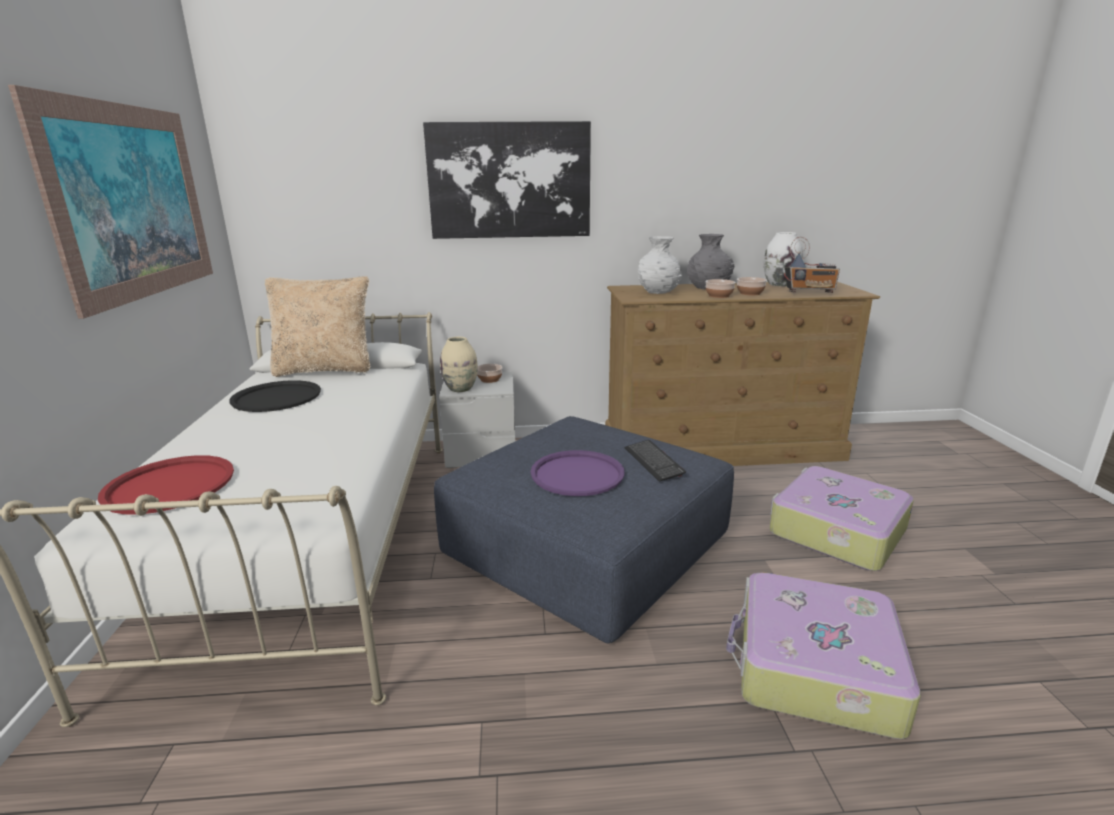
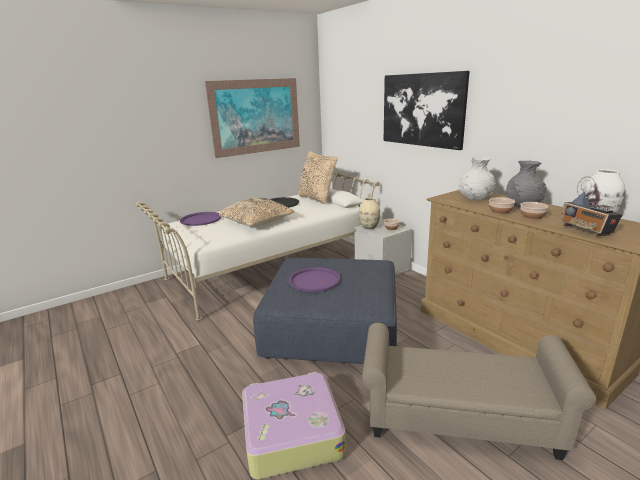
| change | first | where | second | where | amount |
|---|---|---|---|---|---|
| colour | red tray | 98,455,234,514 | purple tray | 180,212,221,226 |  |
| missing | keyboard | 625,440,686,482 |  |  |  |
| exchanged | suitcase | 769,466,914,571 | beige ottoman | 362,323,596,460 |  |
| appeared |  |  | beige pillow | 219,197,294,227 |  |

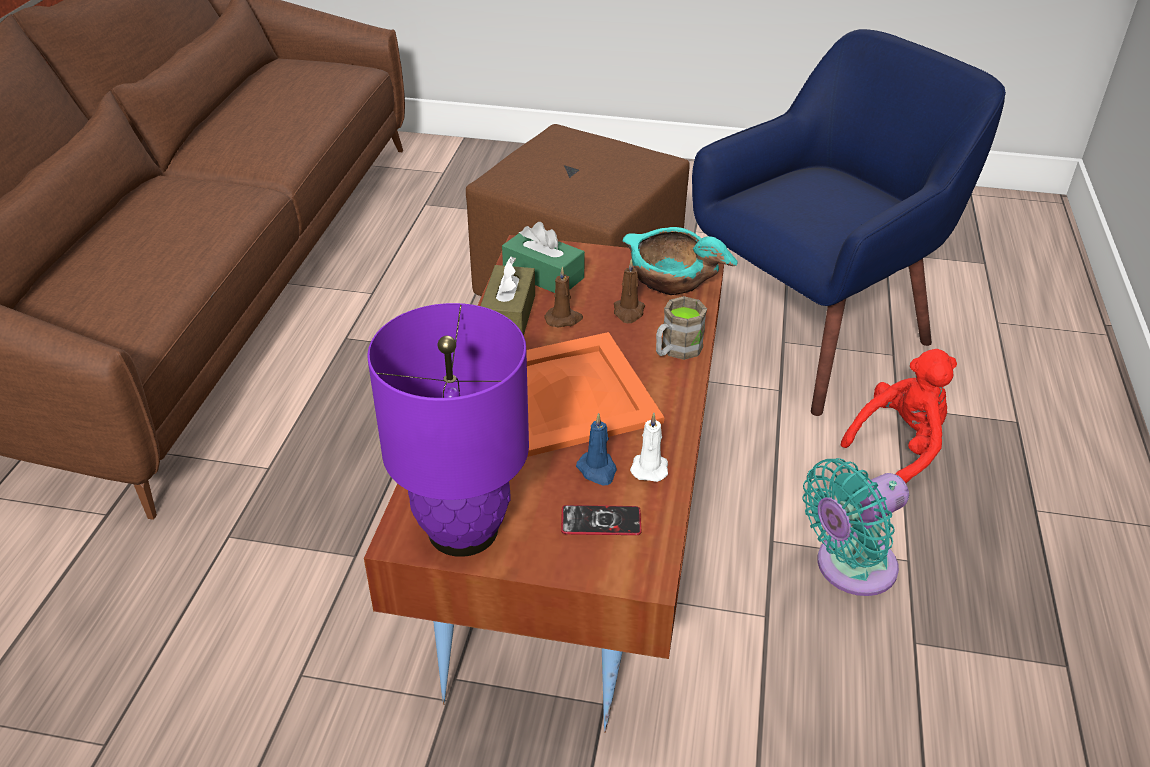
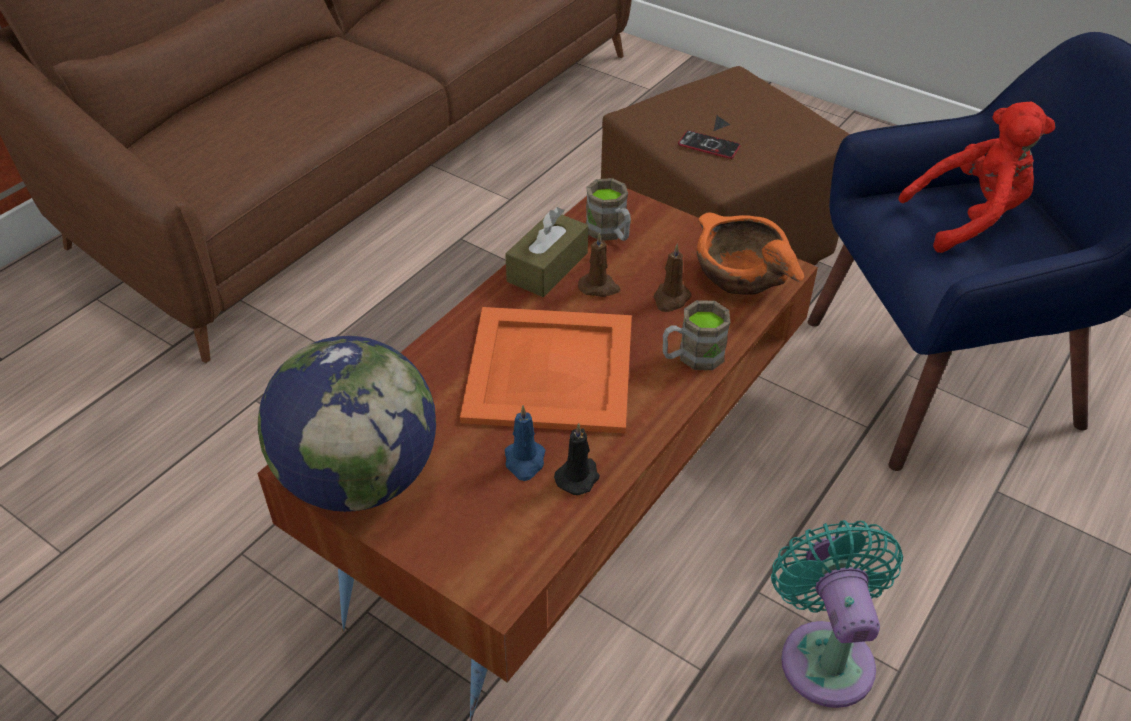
| change | first | where | second | where | amount |
|---|---|---|---|---|---|
| exchanged | purple table lamp | 367,303,529,557 | globe | 258,336,436,512 |  |
| exchanged | green tissue box | 502,222,585,293 | brown mug | 586,178,631,241 |  |
| relocated | phone | 561,505,641,535 |  | 678,131,741,159 |  |
| colour | turquoise bowl | 622,227,738,295 | orange bowl | 697,212,804,294 |  |
| colour | white candle | 630,413,668,482 | black candle | 554,423,600,495 |  |
| spun | turquoise fan | 802,458,909,596 |  | 771,520,903,708 | 90 degrees clockwise |
| relocated | red plush toy | 841,349,957,483 |  | 898,102,1055,253 |  |

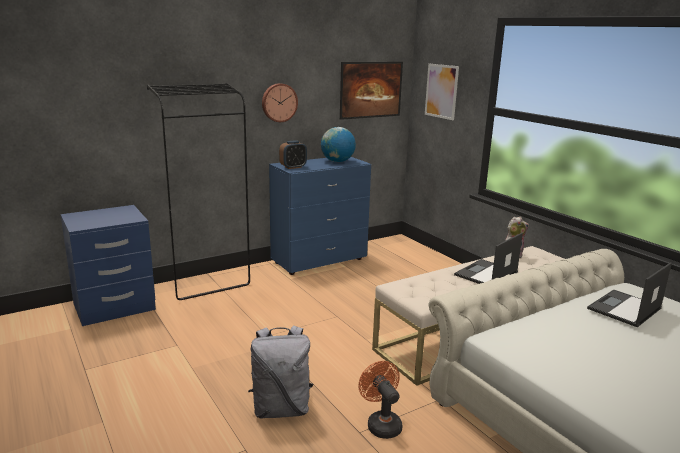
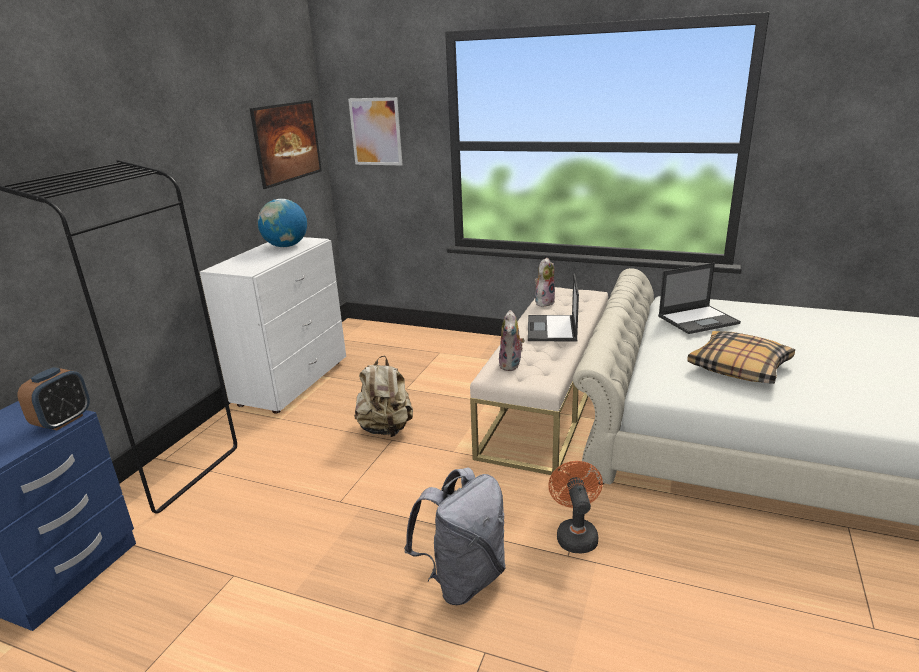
| change | first | where | second | where | amount |
|---|---|---|---|---|---|
| missing | wall clock | 262,83,298,122 |  |  |  |
| colour | blue dresser | 269,157,371,275 | white dresser | 199,237,346,414 |  |
| relocated | alarm clock | 279,141,307,169 |  | 18,367,90,430 |  |
| spun | orange fan | 358,361,402,439 |  | 548,461,603,553 | 60 degrees clockwise |
| spun | laptop | 587,262,672,327 |  | 658,263,741,334 | 120 degrees counterclockwise |
| appeared |  |  | beige backpack | 354,356,413,437 |  |
| appeared |  |  | plush toy | 499,310,525,371 |  |
| appeared |  |  | pillow | 687,331,795,384 |  |

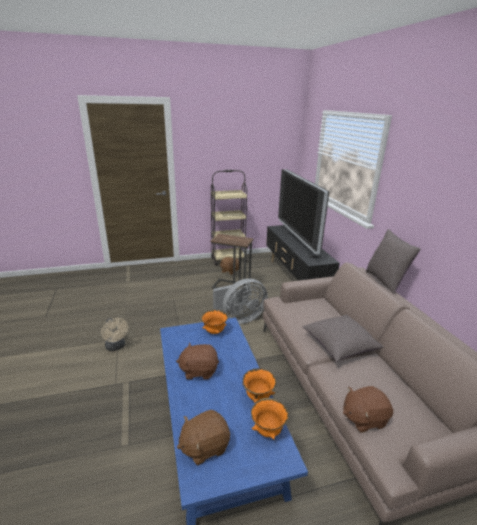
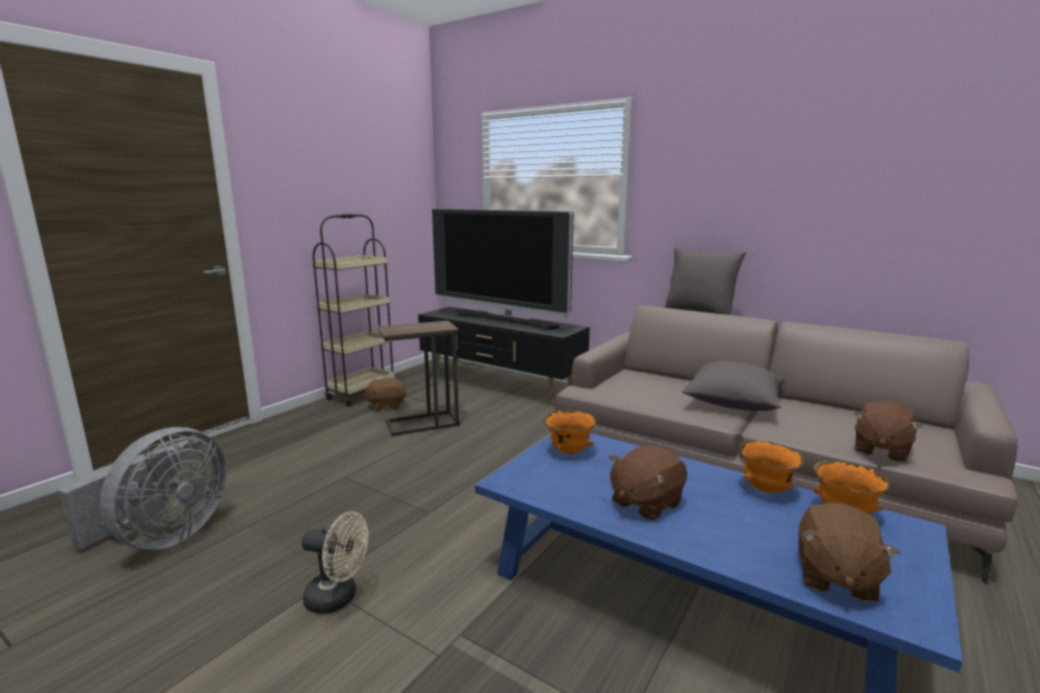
| change | first | where | second | where | amount |
|---|---|---|---|---|---|
| relocated | grey fan | 213,278,268,324 |  | 59,427,227,550 |  |

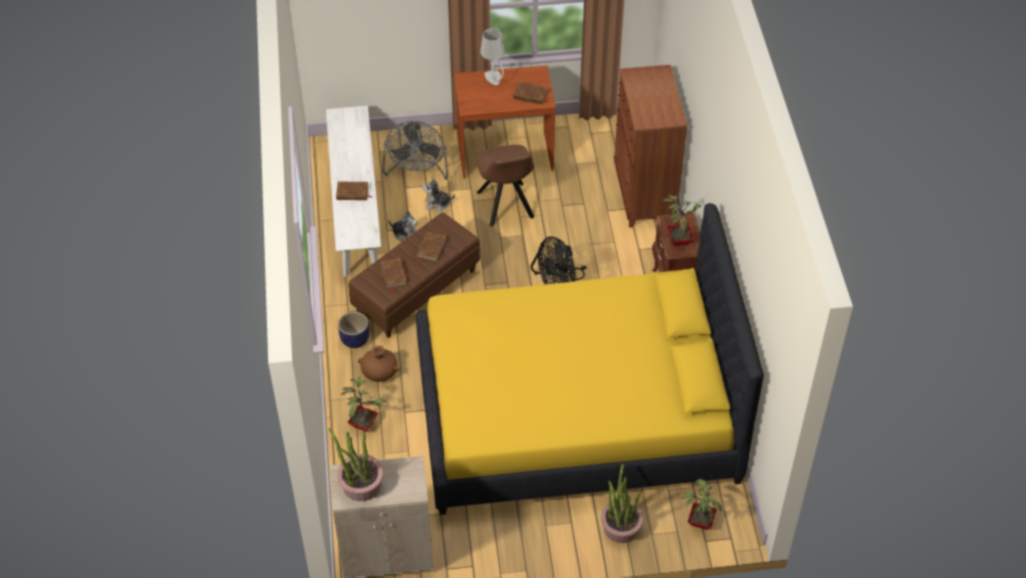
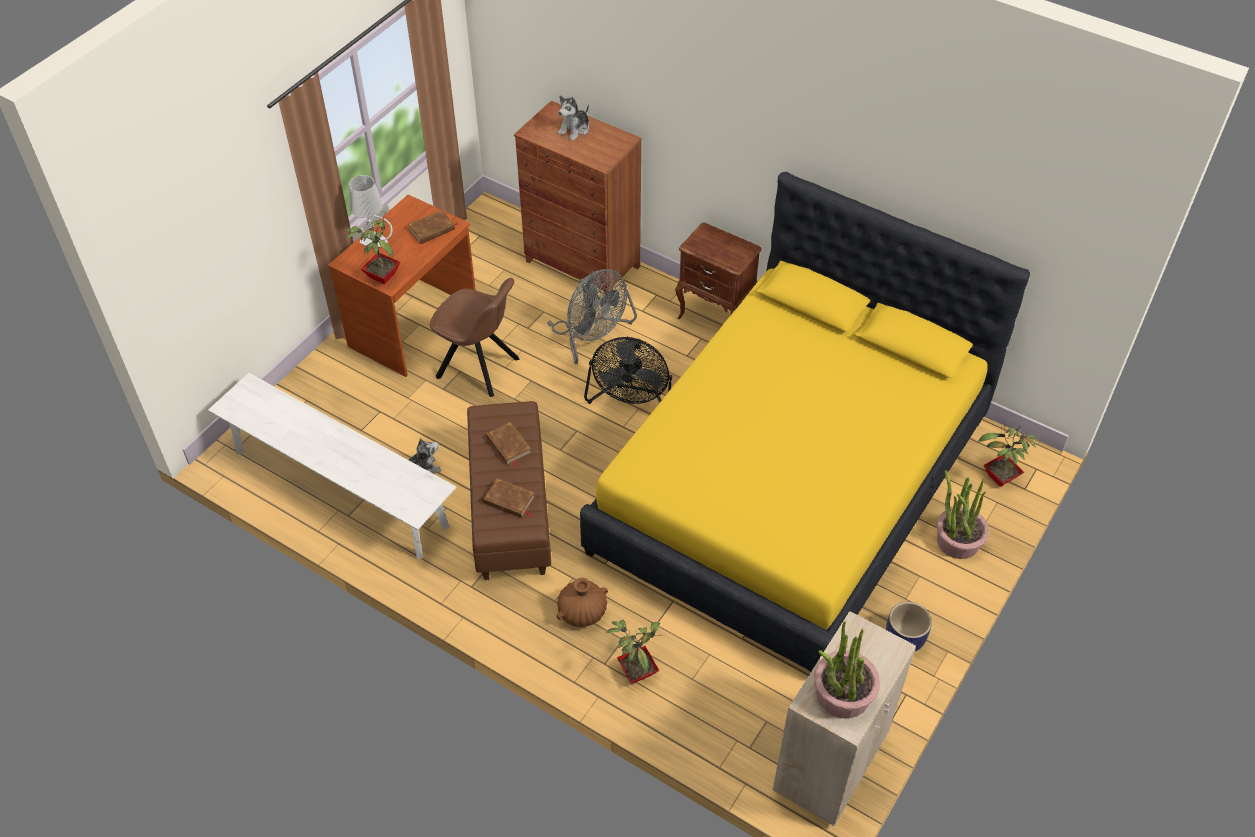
| change | first | where | second | where | amount |
|---|---|---|---|---|---|
| missing | brown book | 336,182,373,200 |  |  |  |
| relocated | planter | 338,312,369,348 |  | 886,602,932,651 |  |
| relocated | grey fan | 382,120,448,180 |  | 547,269,637,364 |  |
| relocated | plush toy | 422,177,455,212 |  | 558,95,589,141 |  |
| relocated | potted plant | 662,195,702,246 |  | 346,212,401,284 |  |

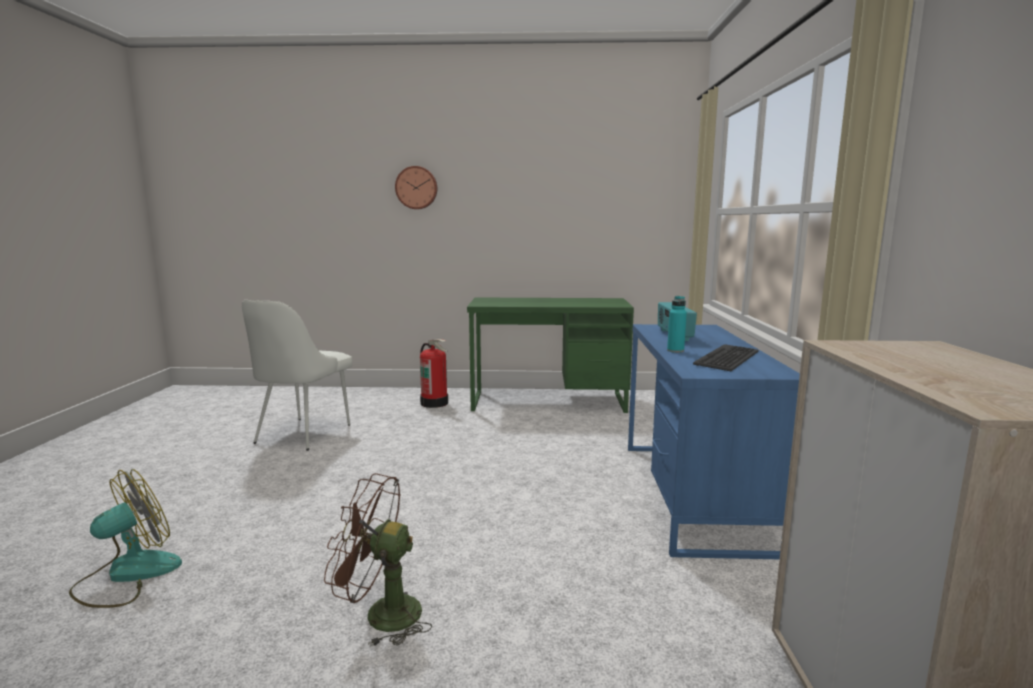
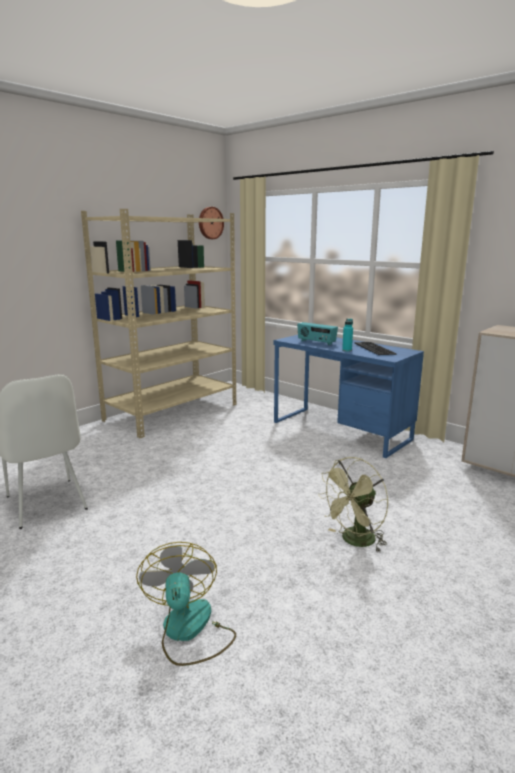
| change | first | where | second | where | amount |
|---|---|---|---|---|---|
| colour | brown fan | 324,473,432,647 | green fan | 318,457,388,552 |  |
| relocated | wall clock | 395,166,437,209 |  | 199,207,224,239 |  |
| missing | fire extinguisher | 420,339,448,408 |  |  |  |
| exchanged | green desk | 467,298,634,413 | beige bookcase | 81,209,236,438 |  |

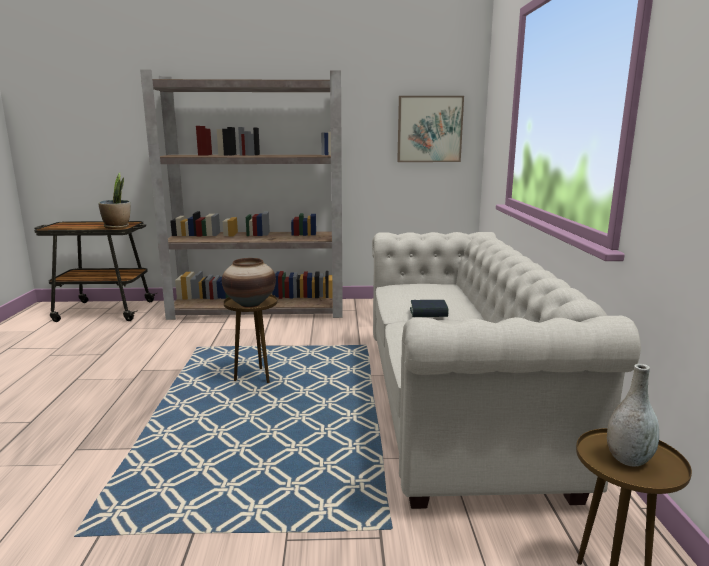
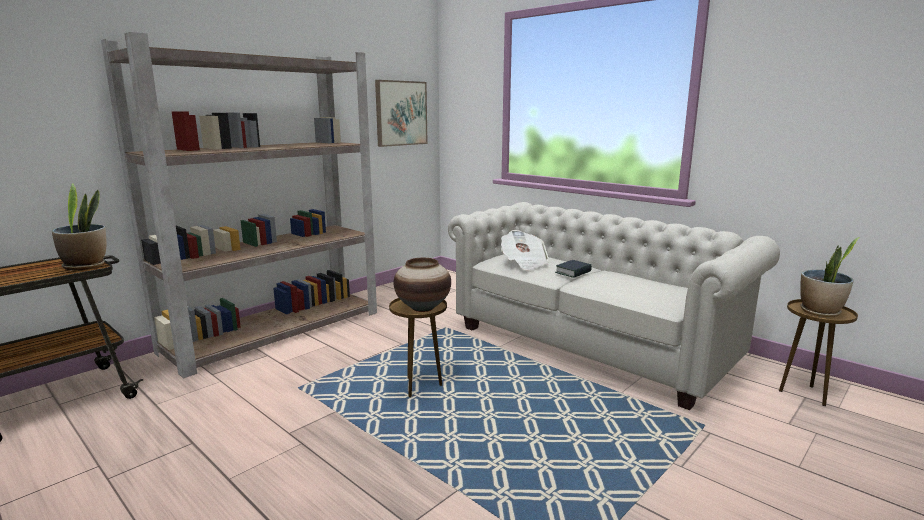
| change | first | where | second | where | amount |
|---|---|---|---|---|---|
| exchanged | grey vase | 607,364,659,467 | potted plant | 800,237,860,317 |  |
| appeared |  |  | newspaper | 501,230,549,271 |  |

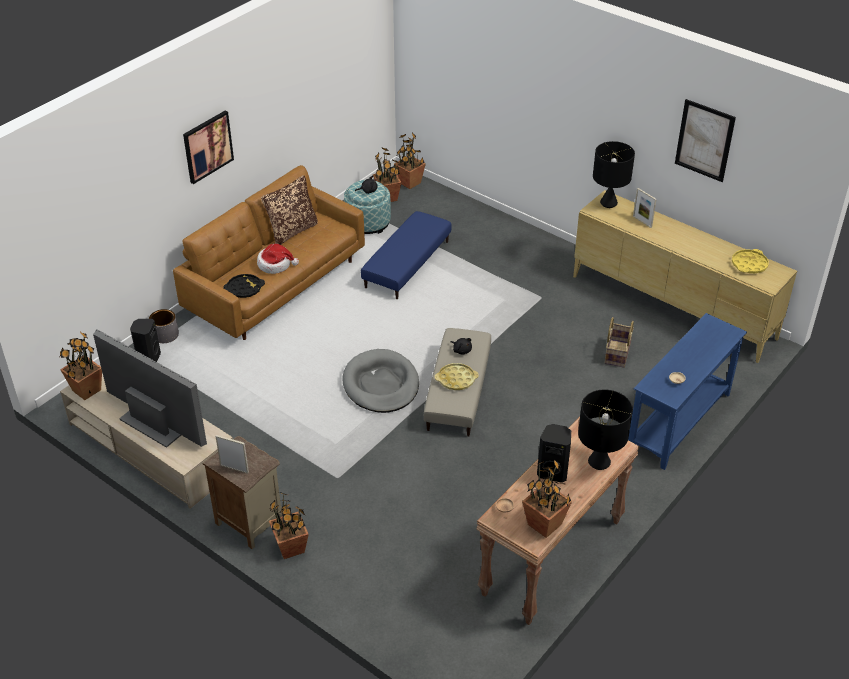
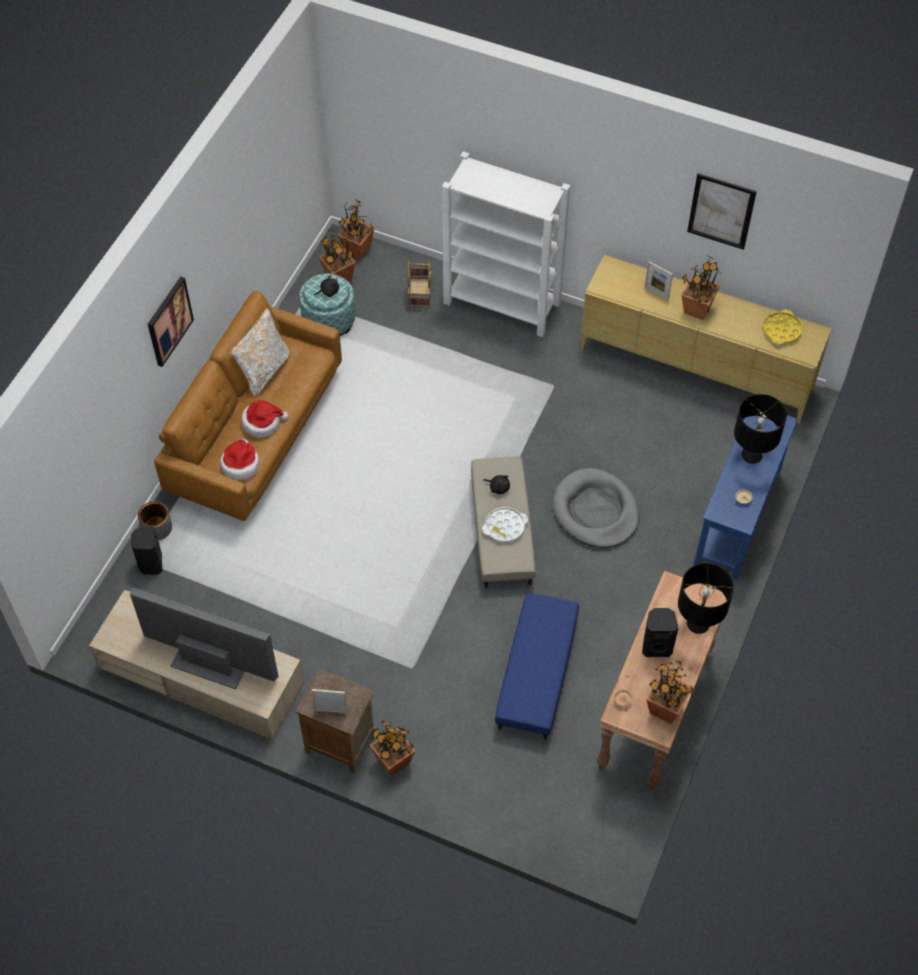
| change | first | where | second | where | amount |
|---|---|---|---|---|---|
| relocated | potted plant | 59,332,102,400 |  | 682,255,722,320 |  |
| exchanged | black tray | 223,274,265,298 | hat | 220,439,260,480 |  |
| colour | brown pillow | 261,175,318,245 | white pillow | 231,308,290,395 |  |
| relocated | grey dog bed | 342,349,419,413 |  | 552,468,639,548 |  |
| relocated | blue ottoman | 361,211,452,299 |  | 495,593,579,740 |  |
| colour | yellow tray | 435,363,479,390 | white tray | 482,507,528,542 |  |
| relocated | black table lamp | 593,141,635,208 |  | 734,394,787,464 |  |
| relocated | basket | 605,317,634,368 |  | 407,261,432,308 |  |
| appeared |  |  | white bookcase | 442,151,570,337 |  |

